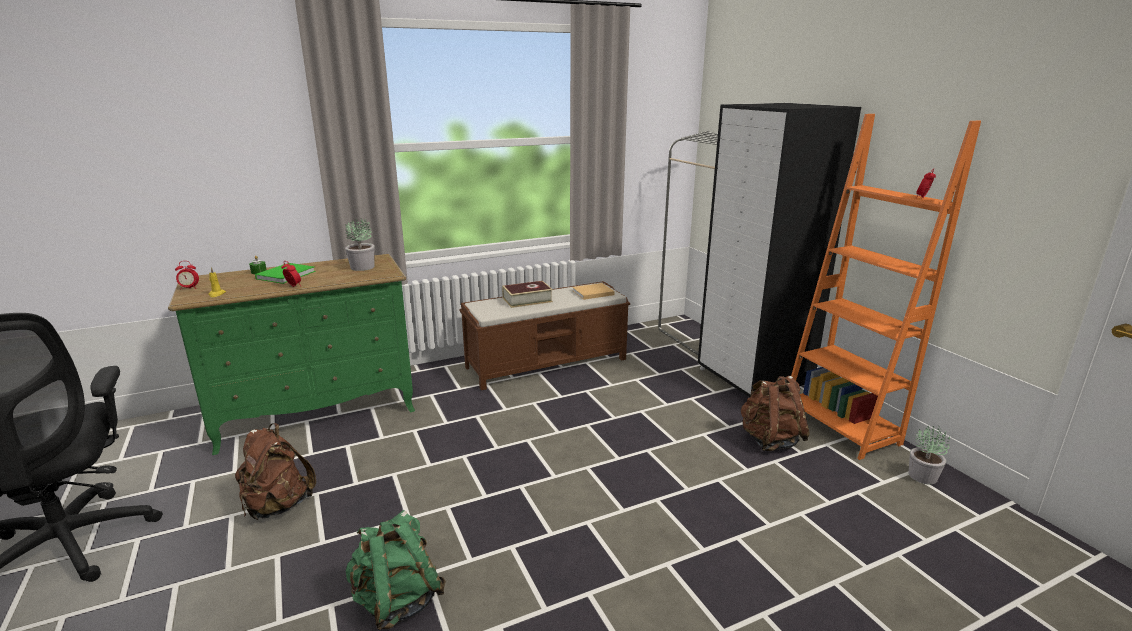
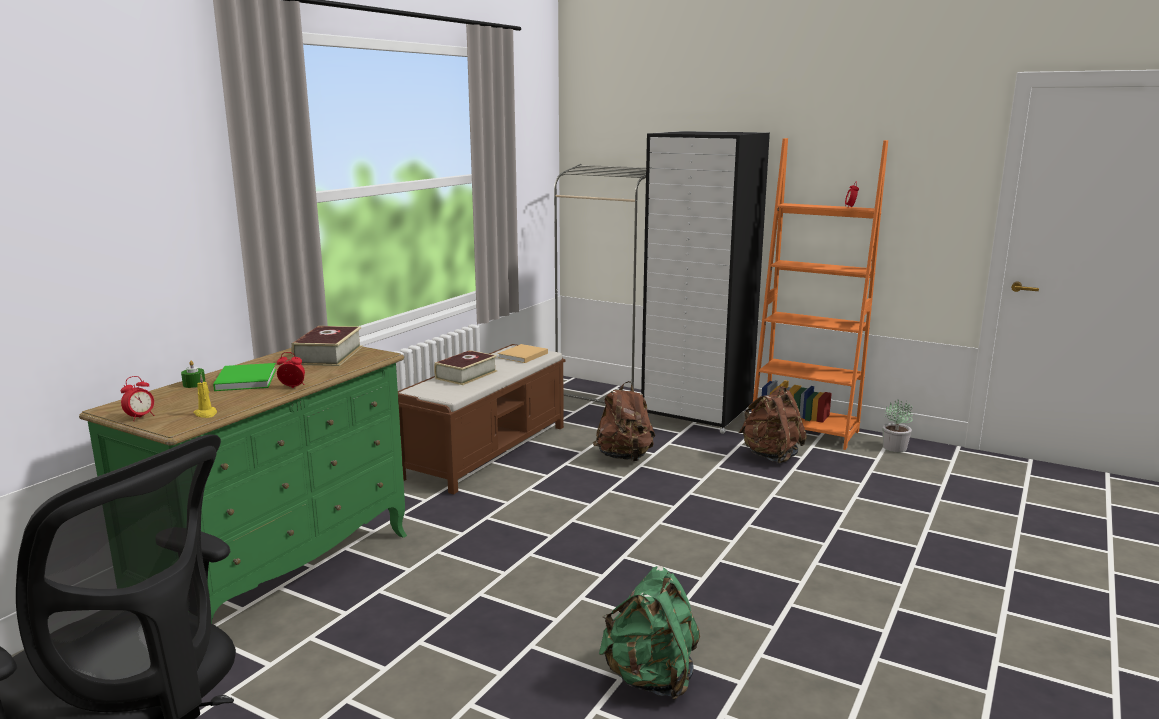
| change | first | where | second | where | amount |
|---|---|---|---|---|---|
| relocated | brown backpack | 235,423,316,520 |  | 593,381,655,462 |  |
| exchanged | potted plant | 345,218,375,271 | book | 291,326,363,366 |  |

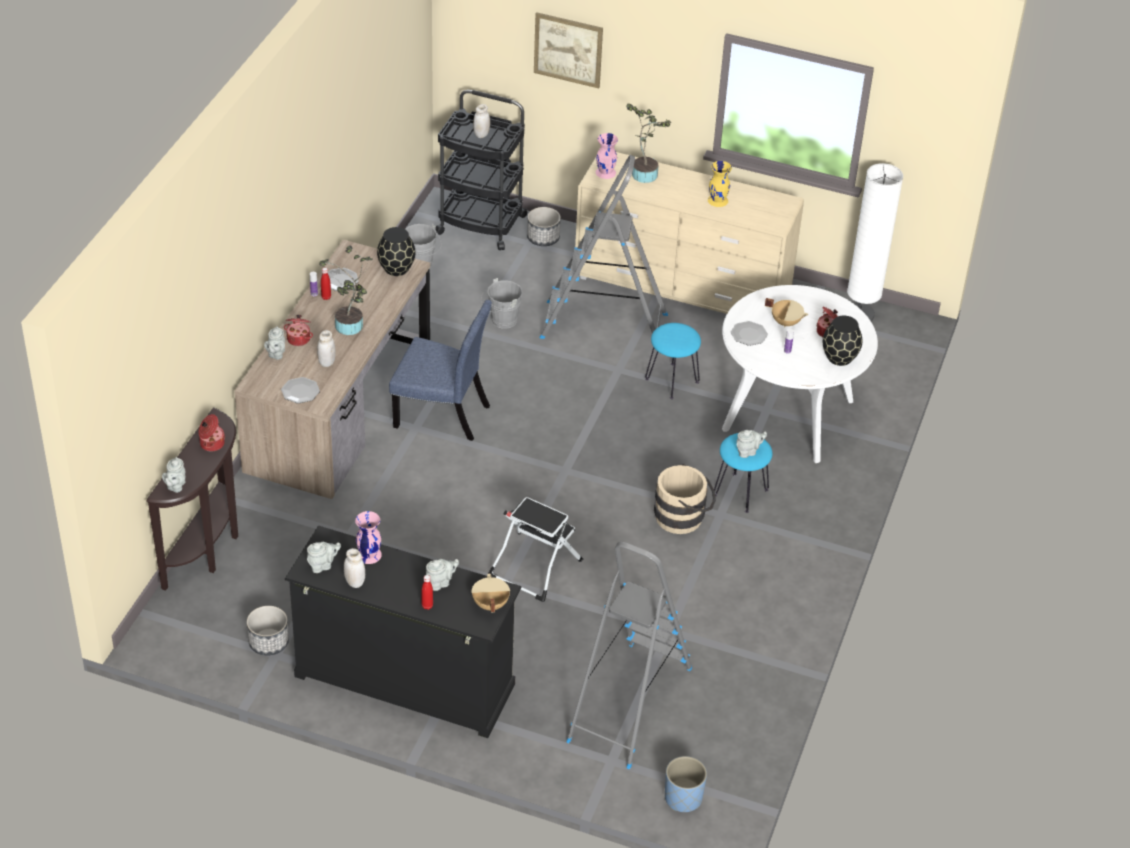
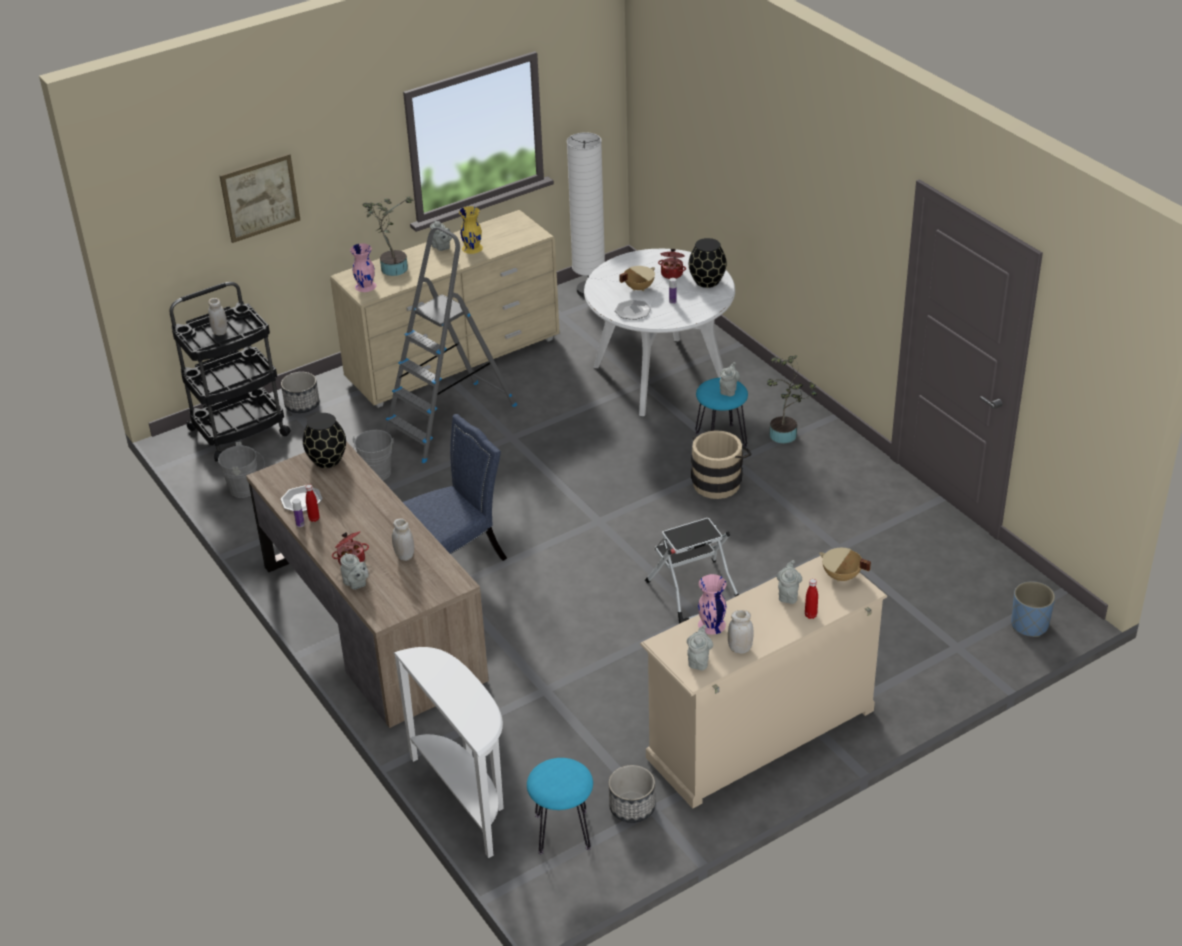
| change | first | where | second | where | amount |
|---|---|---|---|---|---|
| colour | brown console table | 146,408,238,590 | white console table | 394,647,504,858 |  |
| relocated | grey teapot | 162,457,186,493 |  | 430,220,452,251 |  |
| missing | cooking pot | 199,414,225,452 |  |  |  |
| missing | plate | 281,377,320,403 |  |  |  |
| colour | black cabinet | 285,526,522,738 | beige cabinet | 640,556,887,809 |  |
| relocated | potted plant | 319,246,373,335 |  | 767,355,817,444 |  |
| missing | grey step ladder | 567,542,692,769 |  |  |  |
| relocated | turquoise stool | 645,323,701,399 |  | 527,758,593,854 |  |

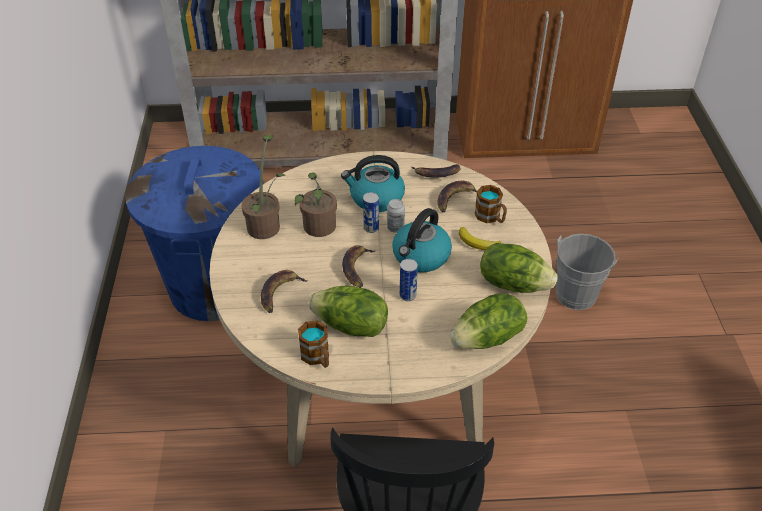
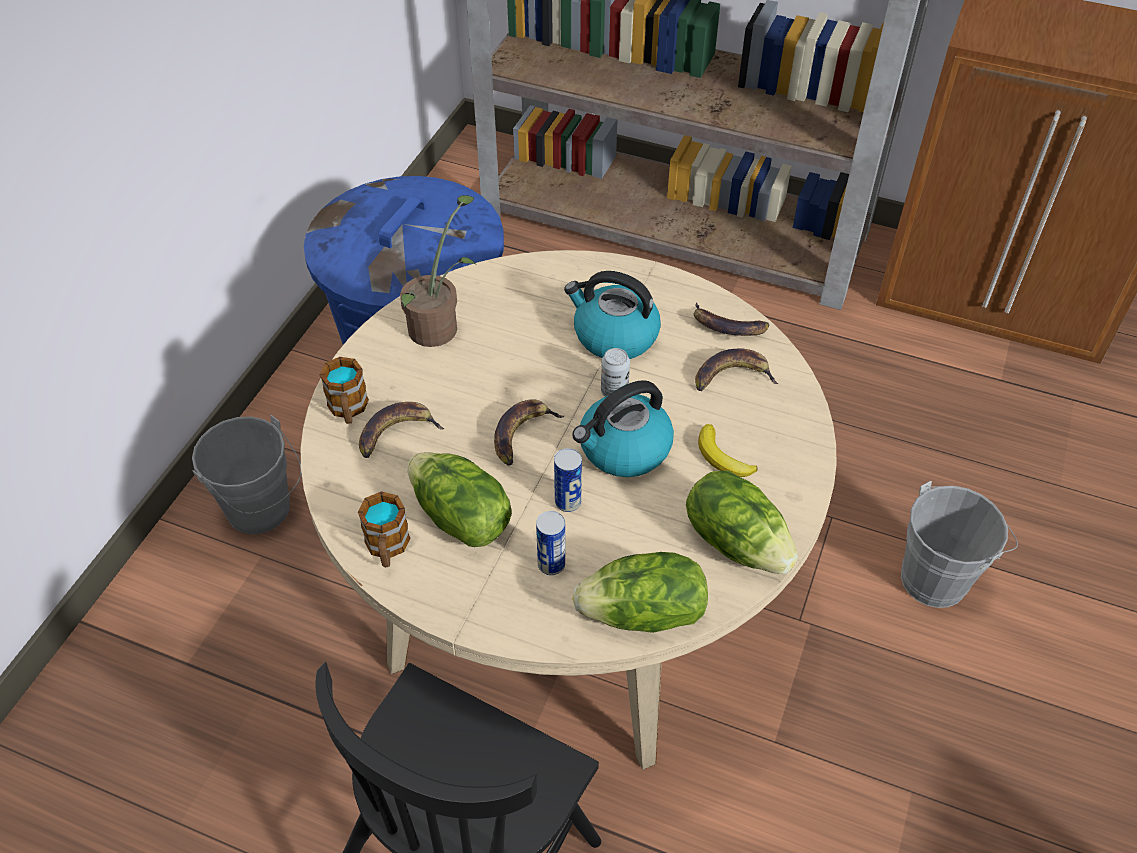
| change | first | where | second | where | amount |
|---|---|---|---|---|---|
| missing | potted plant | 295,172,337,237 |  |  |  |
| relocated | can | 363,192,379,233 |  | 536,511,565,575 |  |
| relocated | mug | 474,185,507,223 |  | 320,357,369,424 |  |
| appeared |  |  | grey bucket | 192,415,301,534 |  |

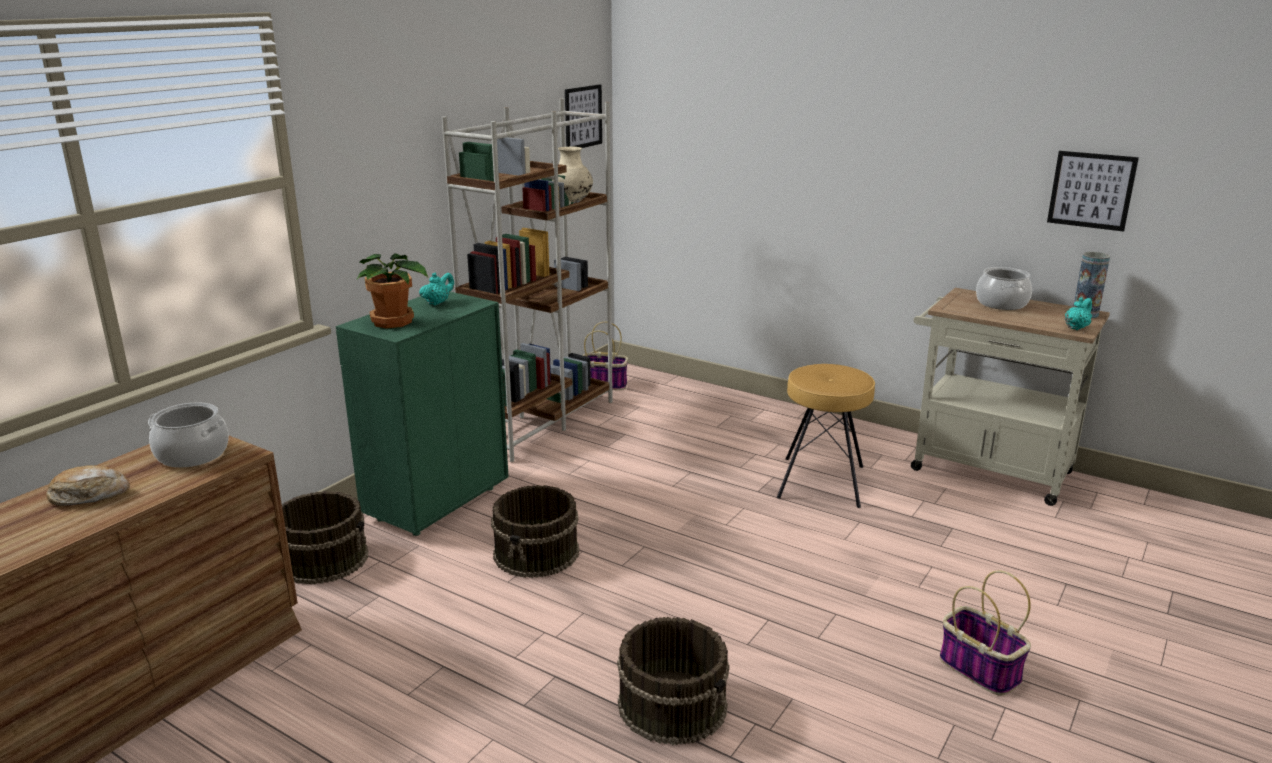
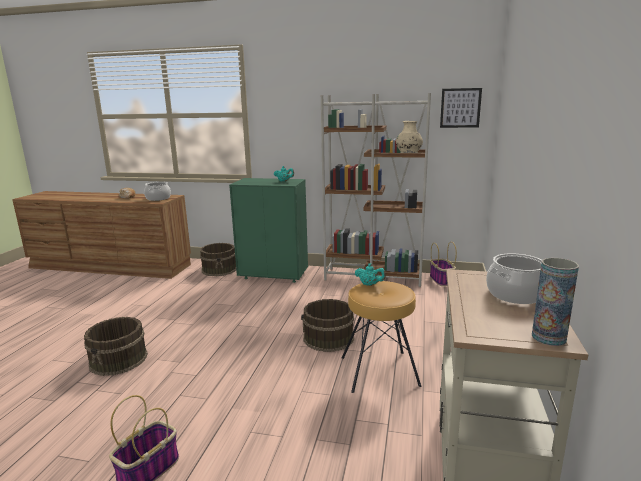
| change | first | where | second | where | amount |
|---|---|---|---|---|---|
| missing | potted plant | 357,253,428,329 |  |  |  |
| relocated | brown bucket | 491,485,579,578 |  | 301,299,354,352 |  |
| missing | picture | 1047,151,1139,232 |  |  |  |
| relocated | turquoise teapot | 1065,297,1092,330 |  | 355,263,386,286 |  |

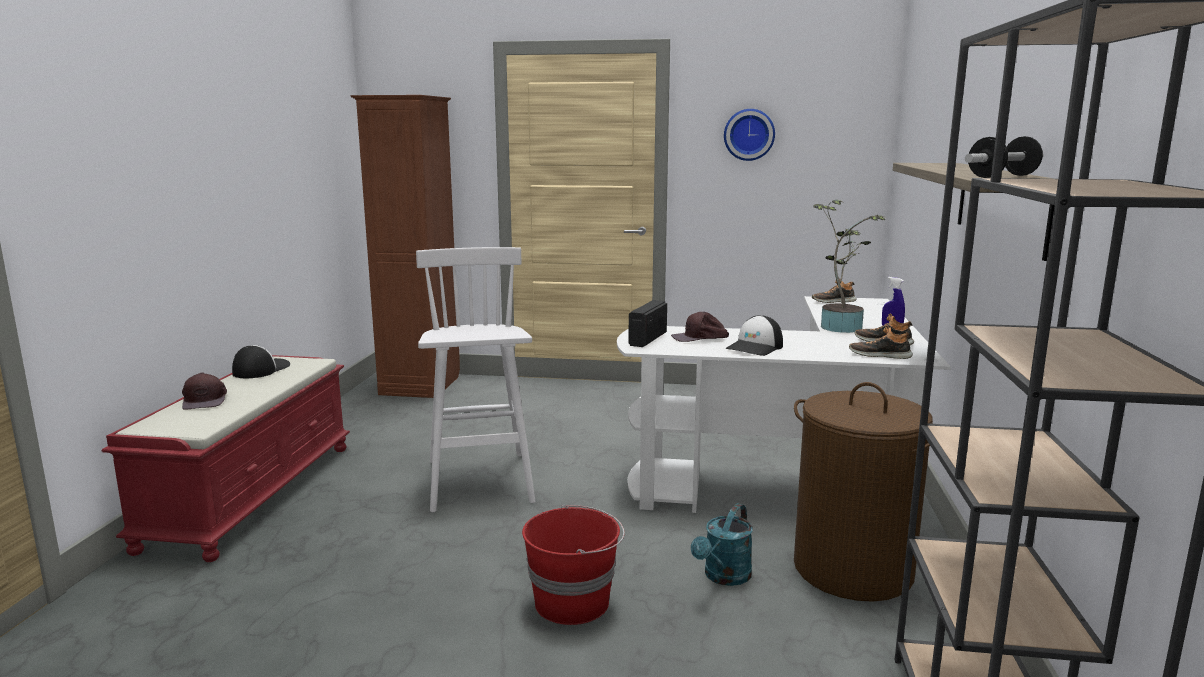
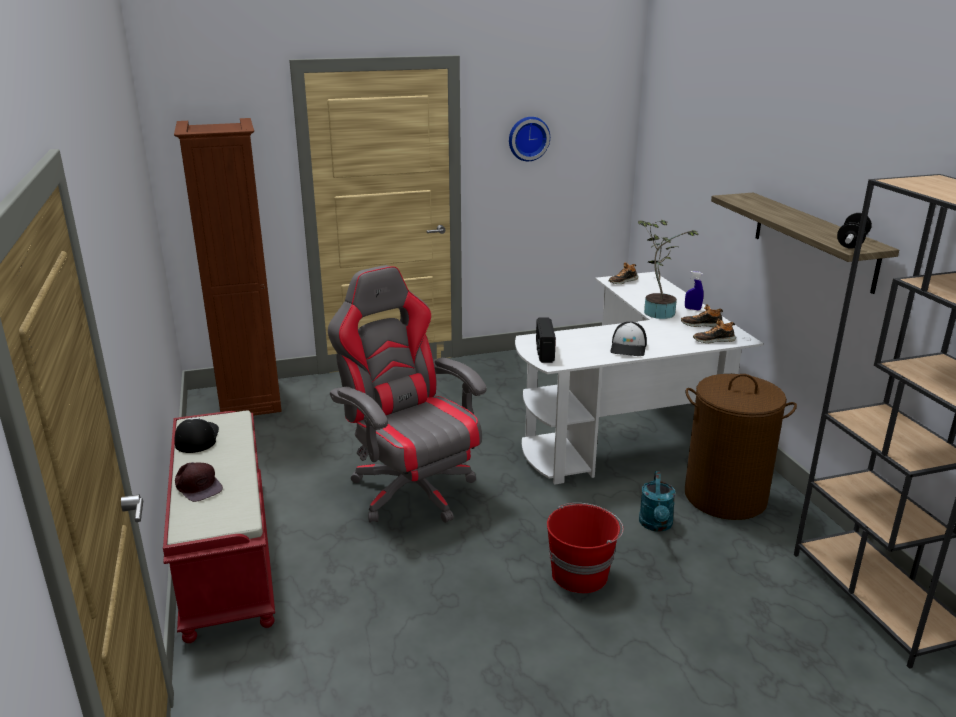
| change | first | where | second | where | amount |
|---|---|---|---|---|---|
| exchanged | white stool | 416,247,535,512 | grey office chair | 328,265,487,523 |  |
| missing | brown cap | 671,311,729,342 |  |  |  |

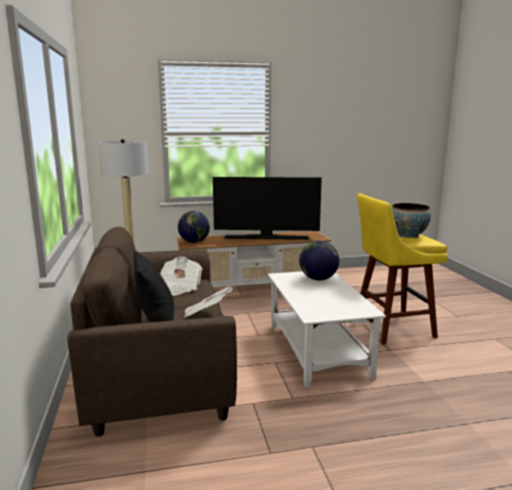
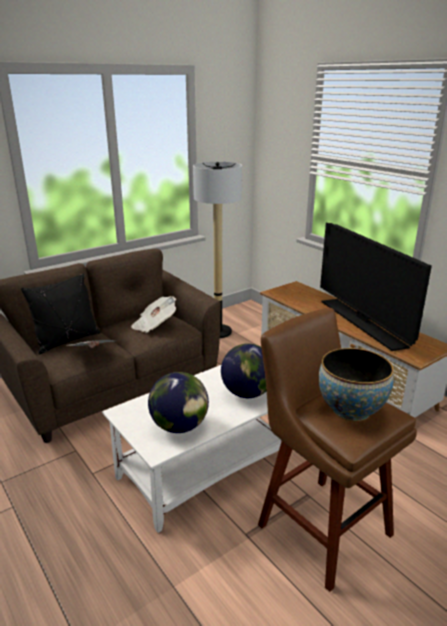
| change | first | where | second | where | amount |
|---|---|---|---|---|---|
| relocated | globe | 178,211,210,243 |  | 148,372,209,433 |  |
| colour | yellow stool | 357,193,448,345 | brown stool | 258,308,417,592 |  |

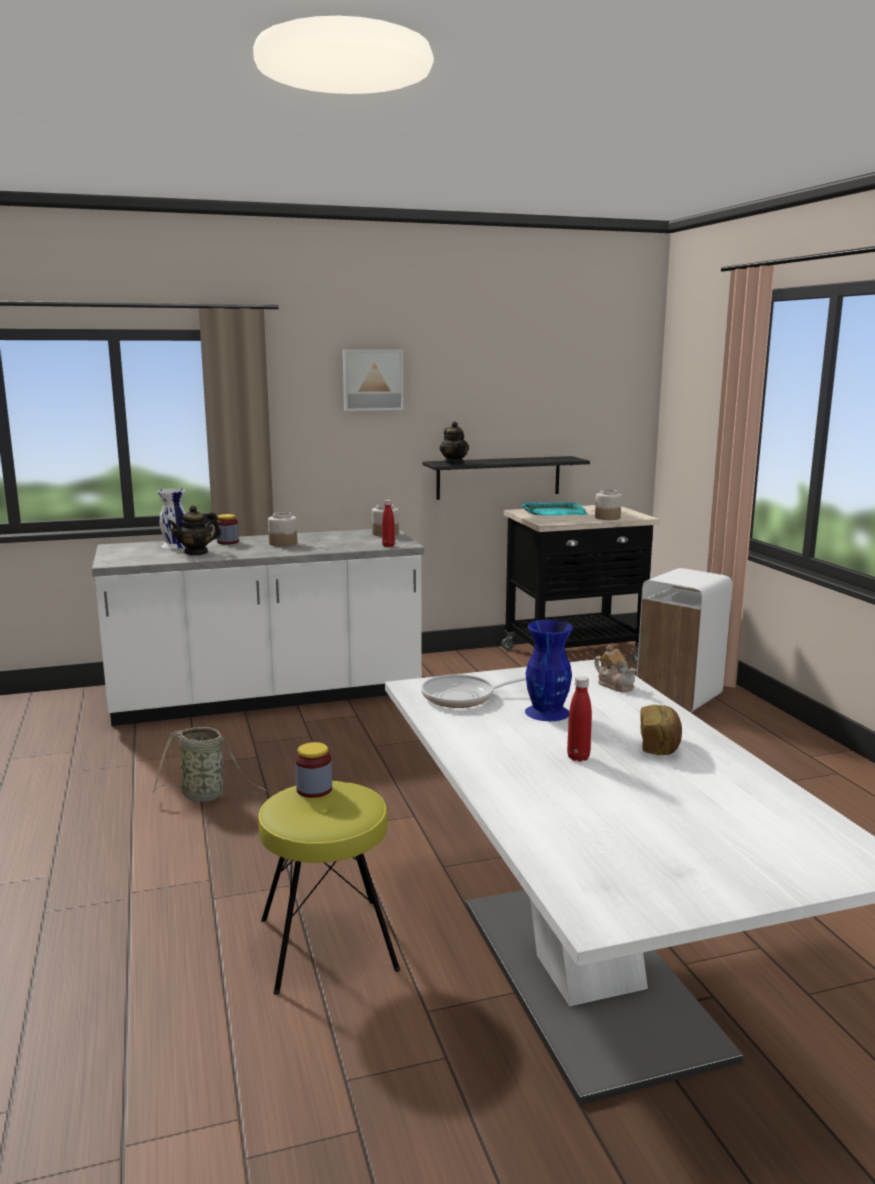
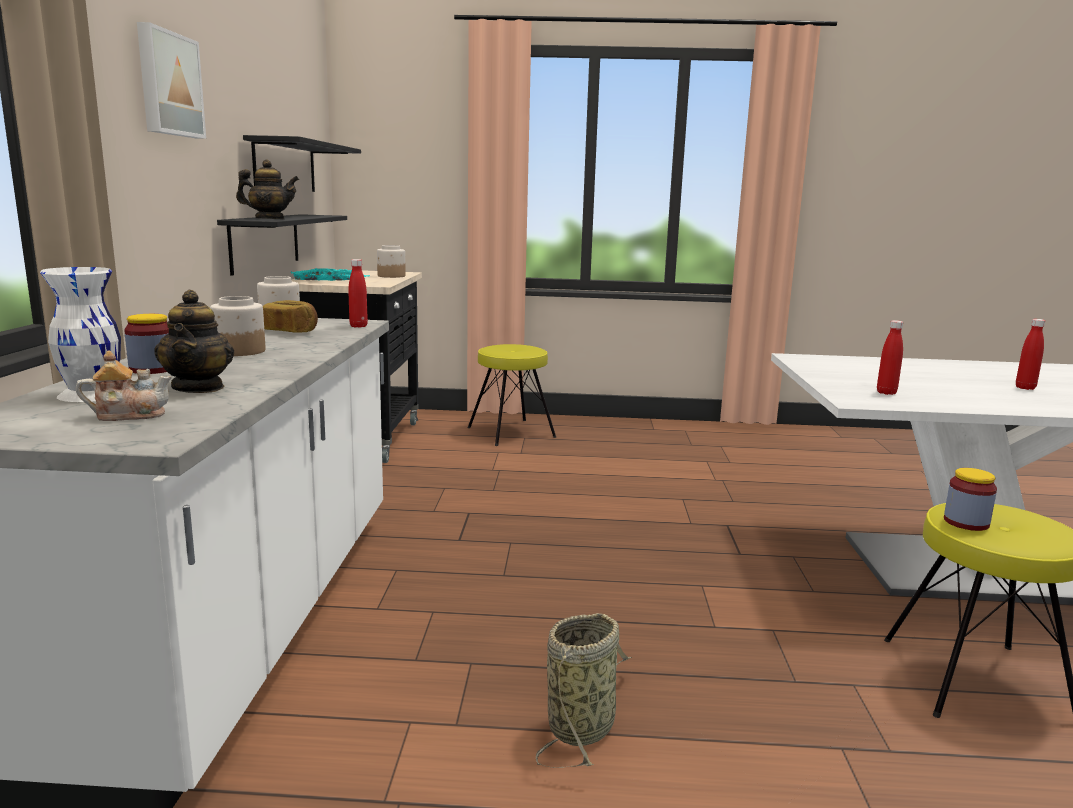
| change | first | where | second | where | amount |
|---|---|---|---|---|---|
| exchanged | frying pan | 421,674,526,708 | red bottle | 877,320,903,395 |  |
| missing | blue vase | 525,620,573,721 |  |  |  |
| relocated | teapot | 594,645,637,692 |  | 76,350,172,421 |  |
| exchanged | white trash can | 637,568,732,713 | yellow stool | 468,344,556,446 |  |
| relocated | bread | 640,705,682,755 |  | 263,300,318,333 |  |
| appeared |  |  | black shelf | 243,135,361,192 |  |

